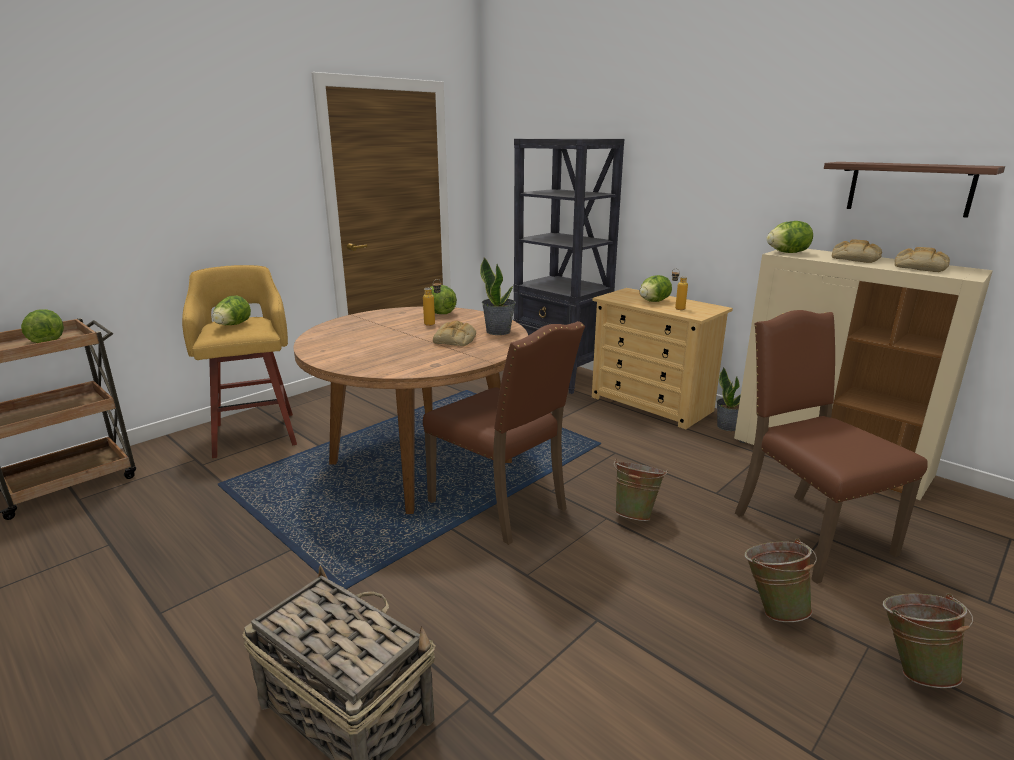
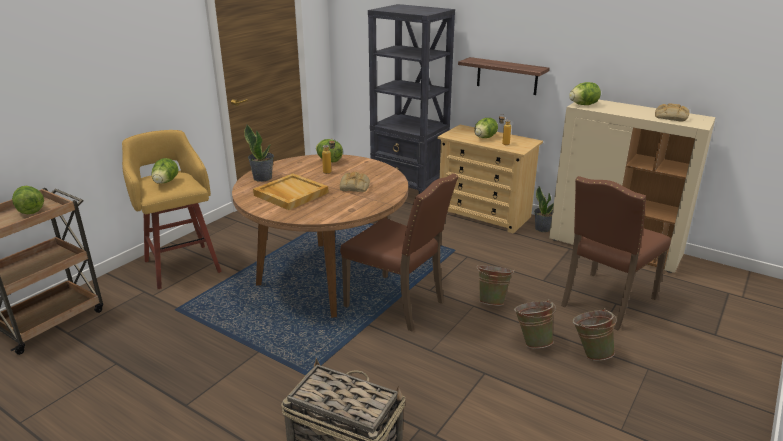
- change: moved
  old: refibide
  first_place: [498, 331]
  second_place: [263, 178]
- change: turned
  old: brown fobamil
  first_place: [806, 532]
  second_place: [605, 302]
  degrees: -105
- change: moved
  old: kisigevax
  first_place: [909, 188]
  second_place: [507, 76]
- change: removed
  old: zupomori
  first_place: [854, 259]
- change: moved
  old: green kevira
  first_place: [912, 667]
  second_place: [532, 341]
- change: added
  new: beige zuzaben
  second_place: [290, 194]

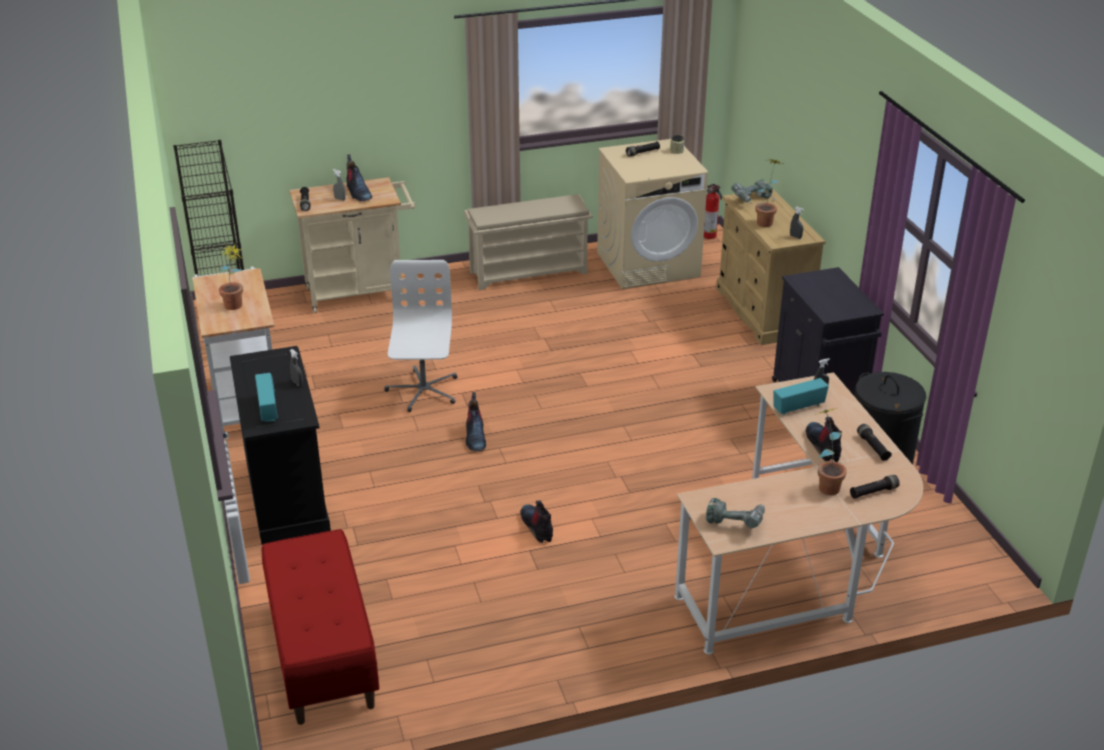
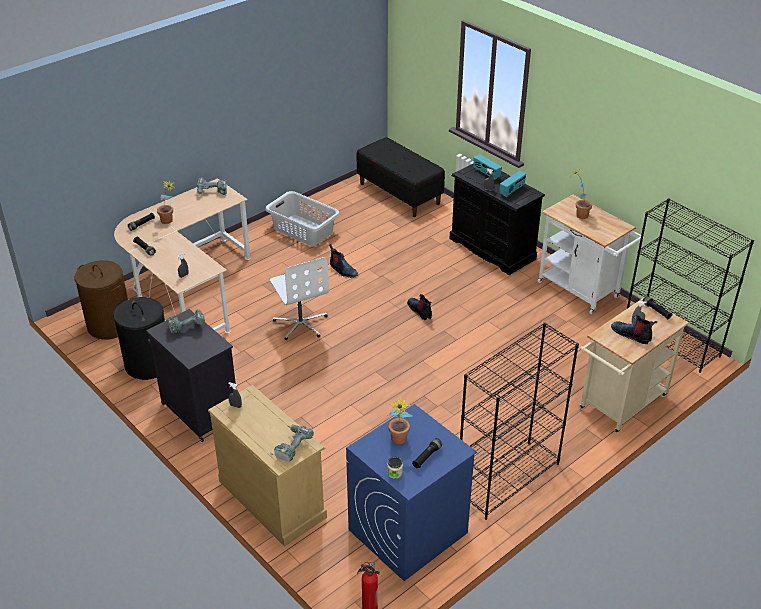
- change: recoloured
  old: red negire
  new: black negire
  first_place: [322, 654]
  second_place: [399, 194]
- change: moved
  old: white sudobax
  first_place: [423, 391]
  second_place: [301, 324]
- change: replaced
  old: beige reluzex
  new: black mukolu
  first_place: [529, 272]
  second_place: [508, 480]
- change: recoloured
  old: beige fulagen
  new: blue fulagen
  first_place: [648, 264]
  second_place: [407, 532]
- change: moved
  old: refibide
  first_place: [766, 221]
  second_place: [398, 442]
- change: moved
  old: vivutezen
  first_place: [798, 407]
  second_place: [512, 191]
- change: removed
  old: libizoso
  first_place: [824, 446]
- change: added
  new: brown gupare
  second_place: [109, 325]
- change: added
  new: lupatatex
  second_place: [187, 325]
- change: added
  new: grey gupare
  second_place: [303, 230]

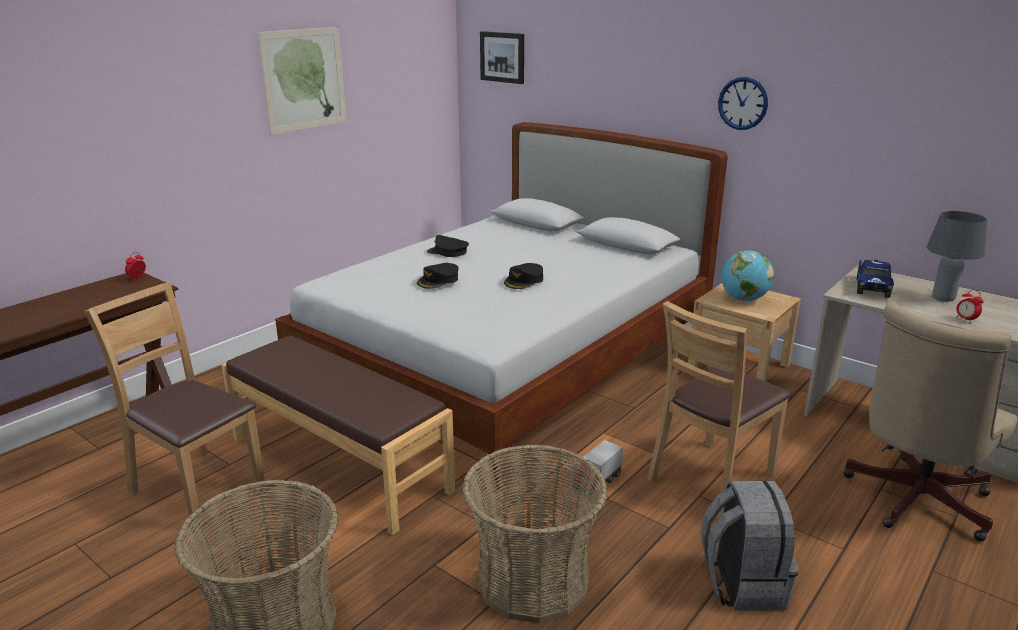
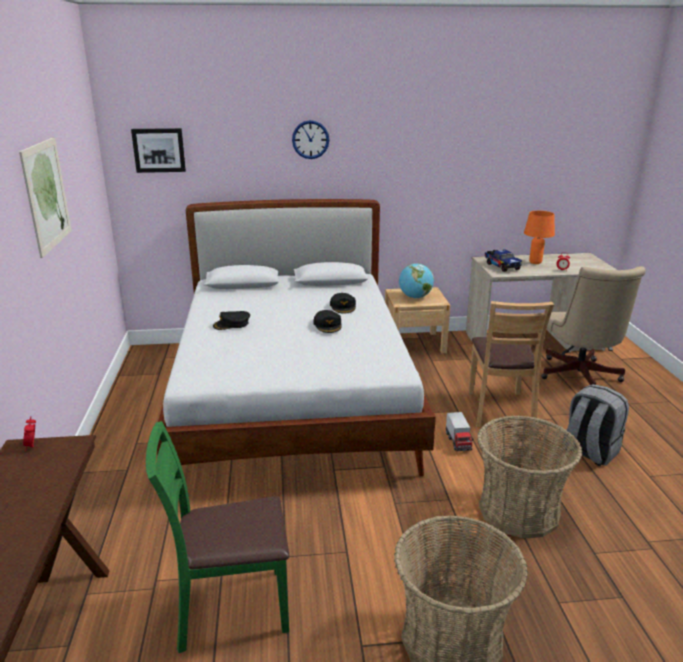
- change: recoloured
  old: brown fobamil
  new: green fobamil
  first_place: [197, 488]
  second_place: [230, 607]
- change: removed
  old: brown negire
  first_place: [340, 463]
- change: moved
  old: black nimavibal
  first_place: [438, 280]
  second_place: [343, 306]
- change: moved
  old: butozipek
  first_place: [743, 103]
  second_place: [310, 139]
- change: recoloured
  old: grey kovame
  new: orange kovame
  first_place: [944, 298]
  second_place: [535, 262]

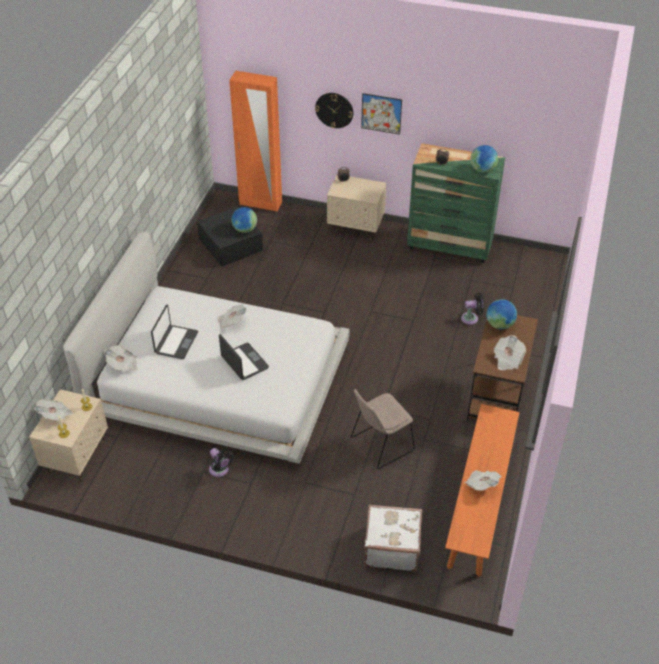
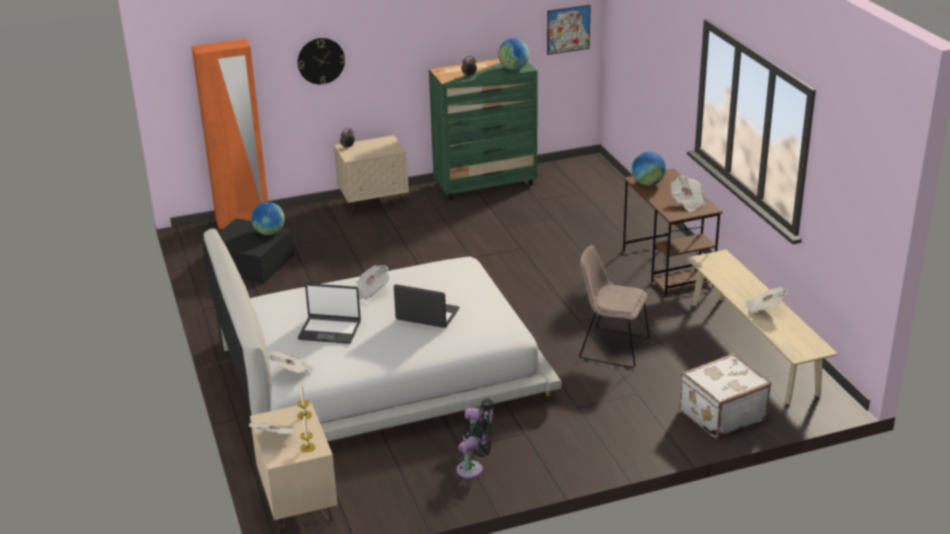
- change: turned
  old: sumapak
  first_place: [176, 342]
  second_place: [330, 330]
  degrees: 120
- change: turned
  old: beige fobamil
  first_place: [380, 445]
  second_place: [611, 347]
  degrees: 90
- change: moved
  old: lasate
  first_place: [381, 113]
  second_place: [568, 29]
- change: recoloured
  old: orange negire
  new: beige negire
  first_place: [479, 503]
  second_place: [753, 347]
- change: moved
  old: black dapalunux
  first_place: [471, 318]
  second_place: [472, 468]

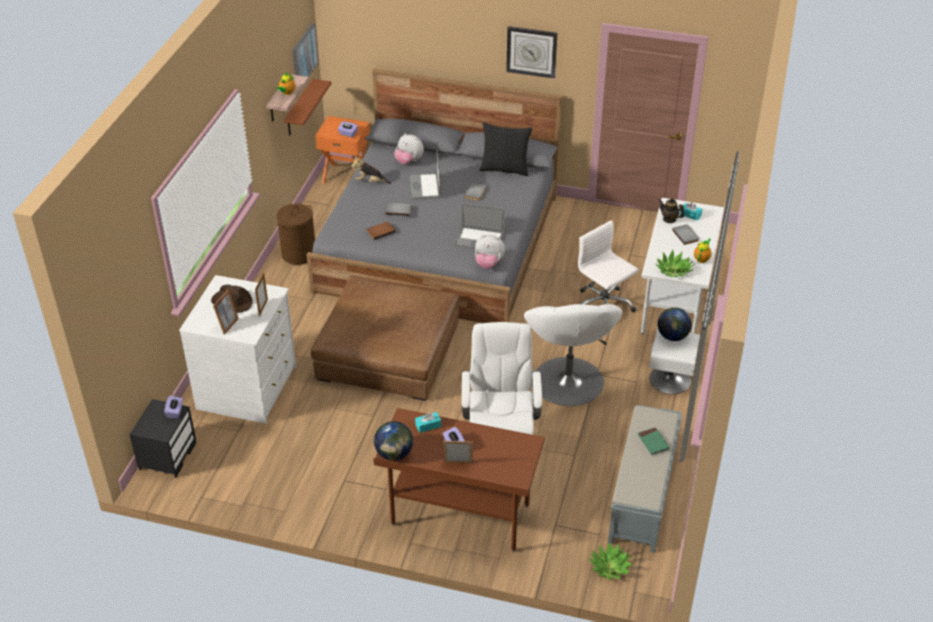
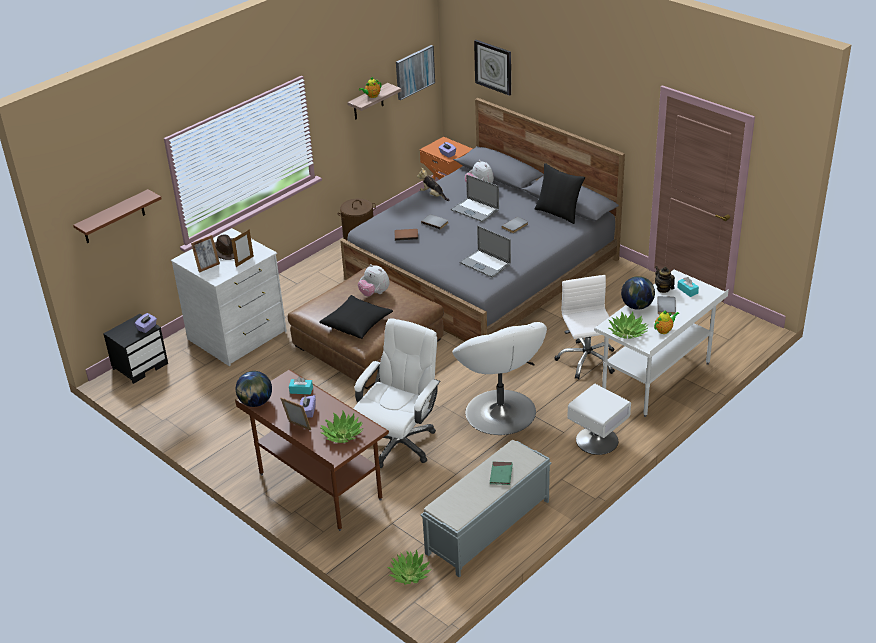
- change: moved
  old: brown kisigevax
  first_place: [299, 108]
  second_place: [113, 217]
- change: turned
  old: sumapak
  first_place: [424, 186]
  second_place: [475, 210]
  degrees: -75
- change: moved
  old: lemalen
  first_place: [488, 263]
  second_place: [374, 293]
- change: moved
  old: butozipek
  first_place: [531, 51]
  second_place: [493, 67]
- change: turned
  old: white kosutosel
  first_place: [567, 382]
  second_place: [500, 413]
  degrees: -45
- change: moved
  old: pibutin
  first_place: [673, 336]
  second_place: [637, 306]
- change: added
  new: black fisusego
  second_place: [356, 323]
- change: added
  new: refibide
  second_place: [342, 435]

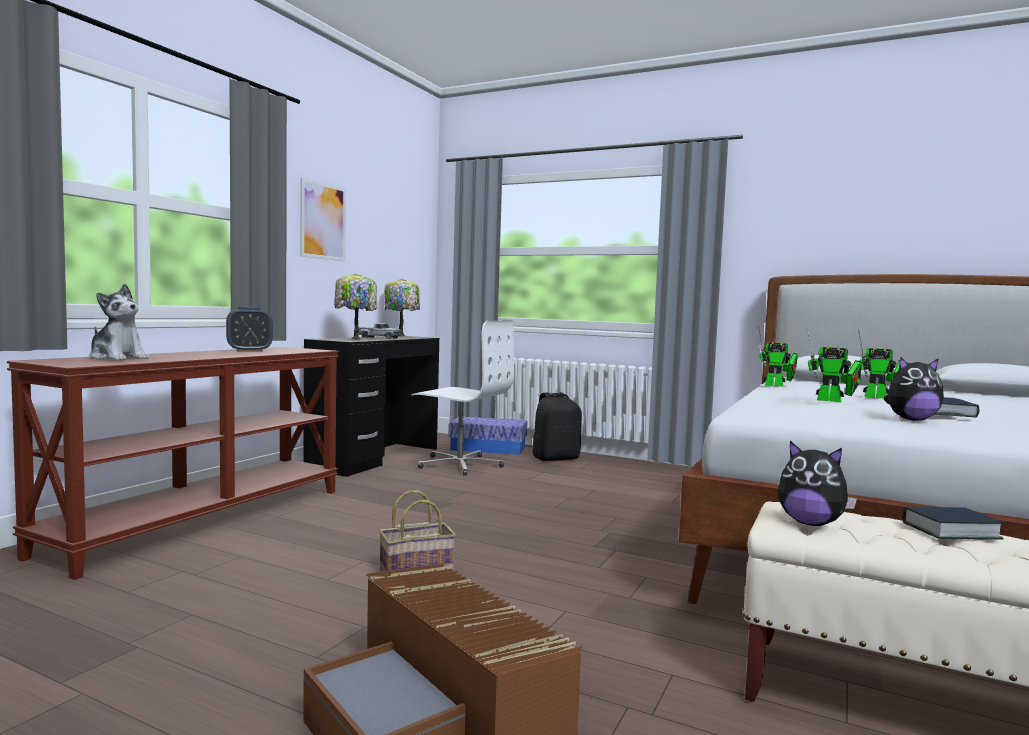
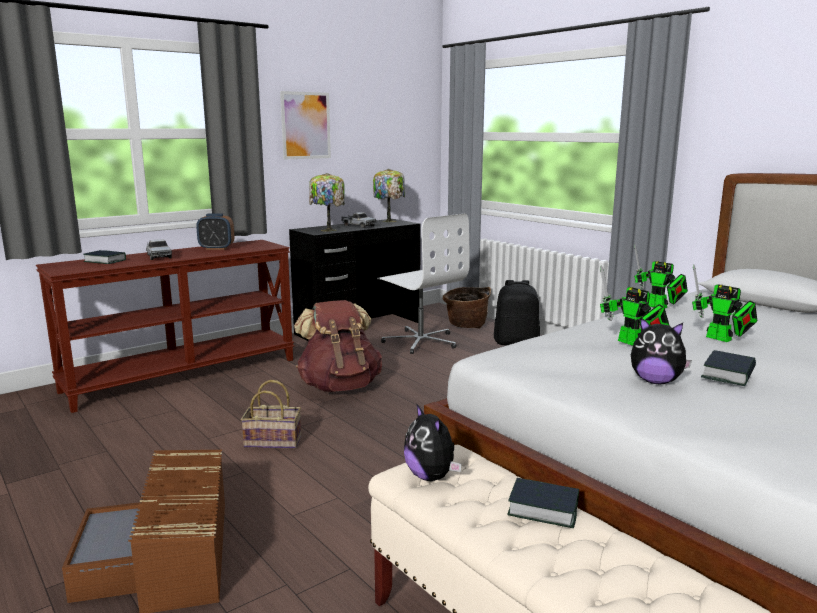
- change: replaced
  old: lemalen
  new: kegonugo
  first_place: [118, 358]
  second_place: [105, 261]
- change: replaced
  old: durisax
  new: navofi
  first_place: [488, 448]
  second_place: [466, 326]
- change: added
  new: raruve
  second_place: [158, 256]
- change: added
  new: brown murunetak
  second_place: [339, 386]

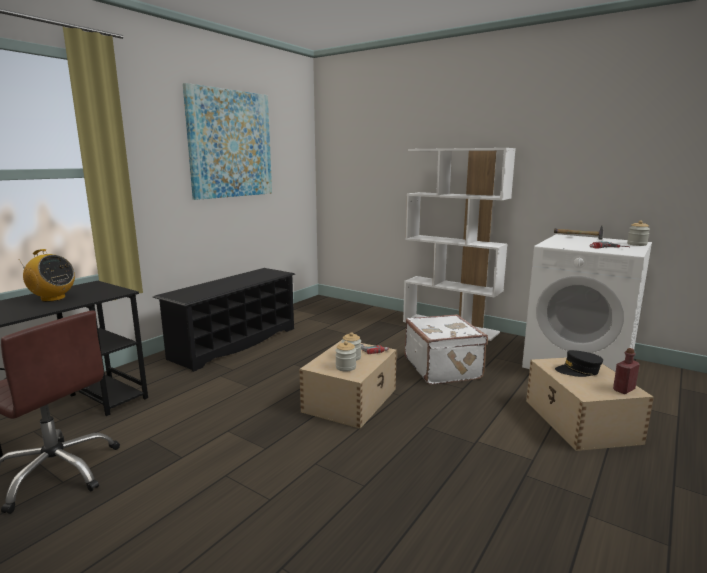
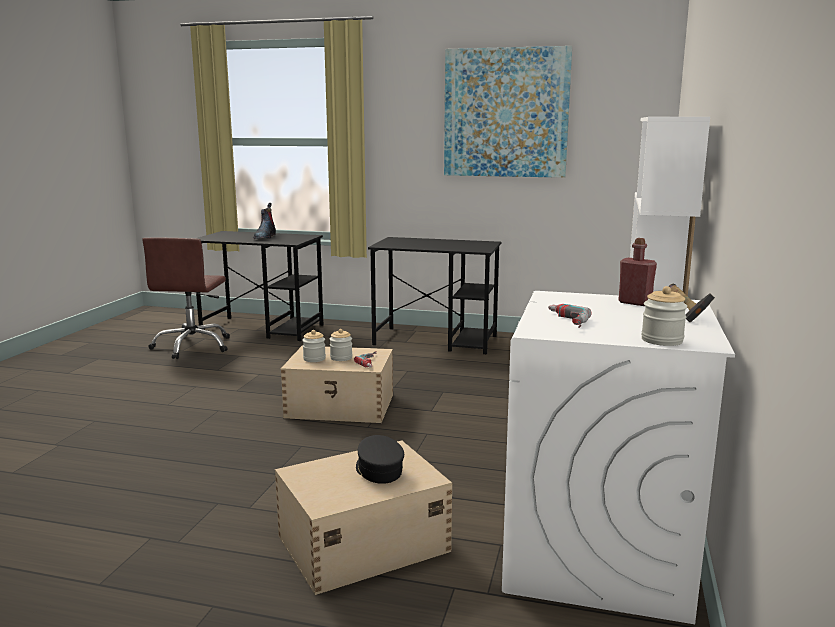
- change: replaced
  old: vivutezen
  new: libizoso
  first_place: [52, 298]
  second_place: [265, 237]
- change: replaced
  old: black reluzex
  new: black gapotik
  first_place: [234, 343]
  second_place: [436, 340]
- change: removed
  old: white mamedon
  first_place: [443, 368]
- change: moved
  old: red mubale
  first_place: [623, 390]
  second_place: [635, 303]

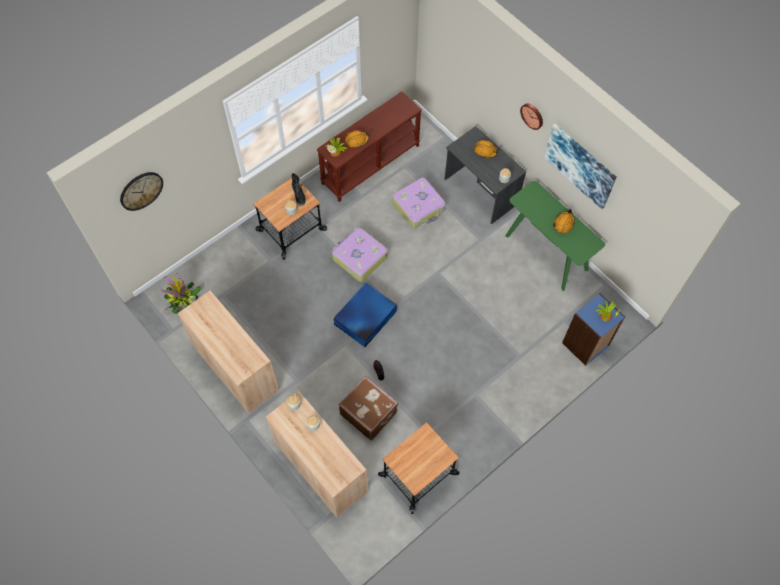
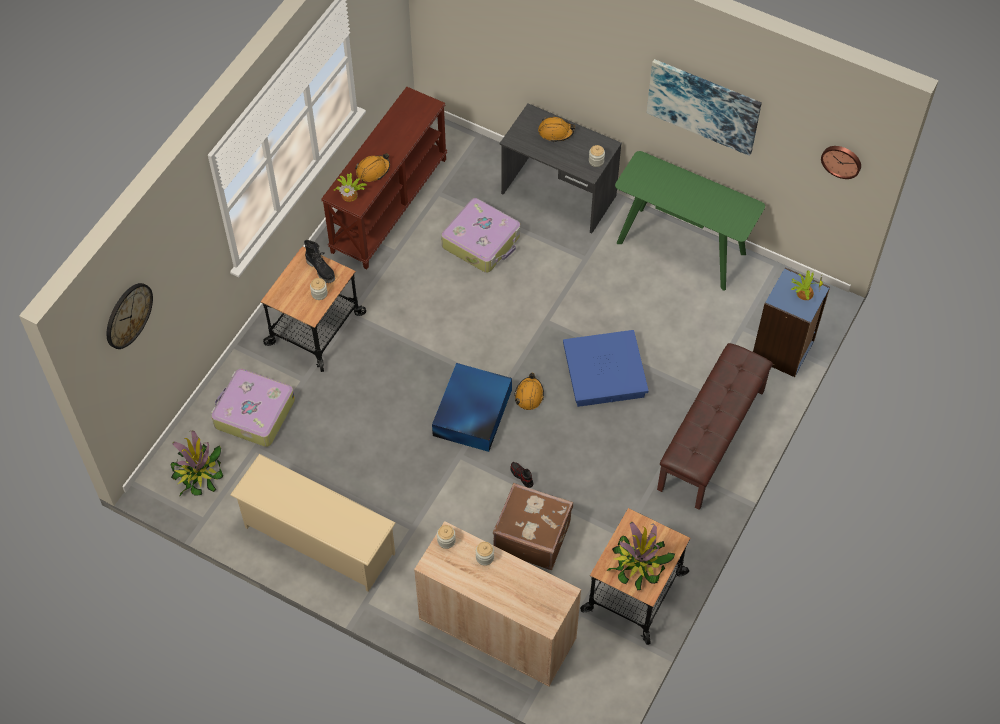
- change: replaced
  old: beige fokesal
  new: beige reluzex
  first_place: [236, 368]
  second_place: [318, 540]
- change: moved
  old: mamedon
  first_place: [359, 258]
  second_place: [253, 413]
- change: moved
  old: butozipek
  first_place: [532, 115]
  second_place: [842, 160]
- change: moved
  old: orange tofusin
  first_place: [563, 223]
  second_place: [529, 395]
- change: added
  new: blue durisax
  second_place: [605, 373]
- change: added
  new: refibide
  second_place: [638, 564]
- change: added
  new: brown negire
  second_place: [712, 440]

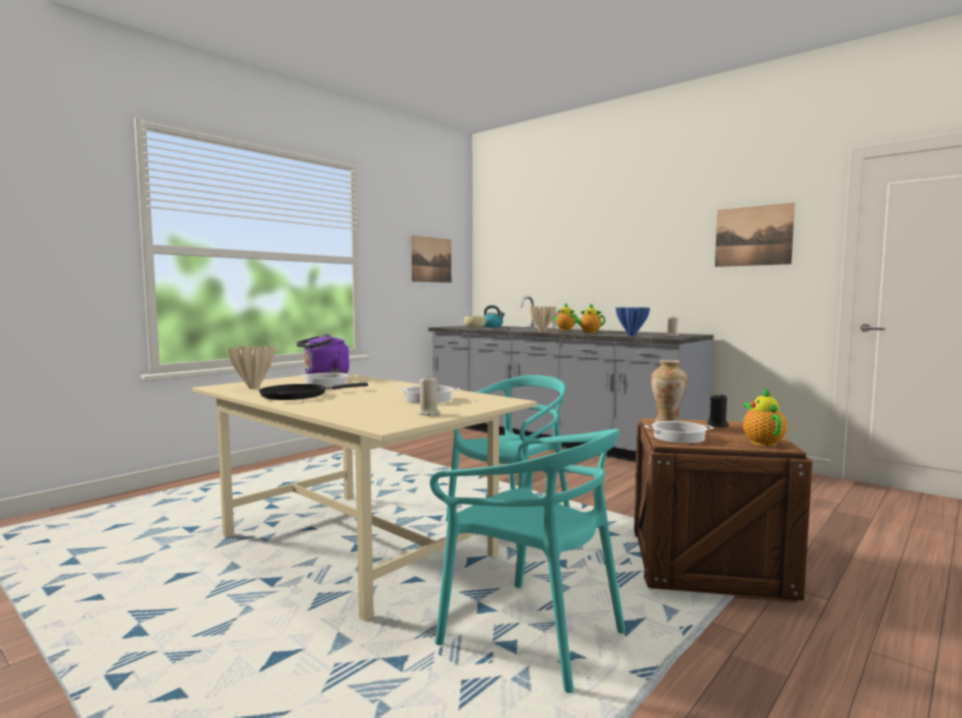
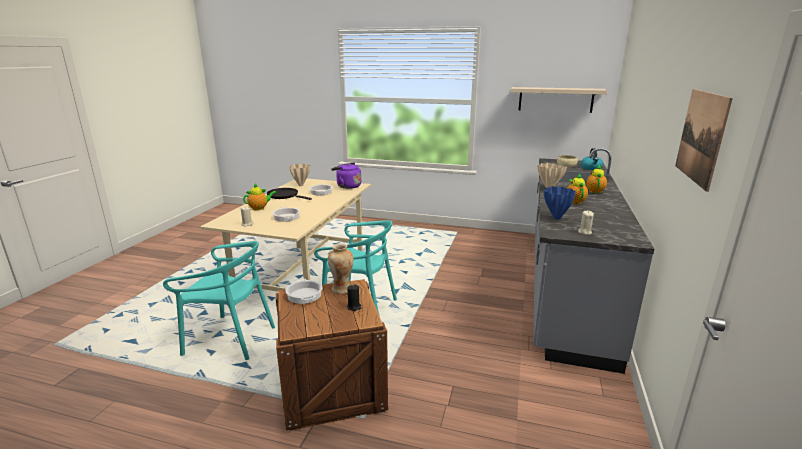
- change: replaced
  old: lasate
  new: beige kisigevax
  first_place: [431, 259]
  second_place: [555, 99]
- change: turned
  old: turquoise fobamil
  first_place: [532, 634]
  second_place: [230, 339]
  degrees: -90
- change: moved
  old: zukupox
  first_place: [762, 442]
  second_place: [260, 208]

